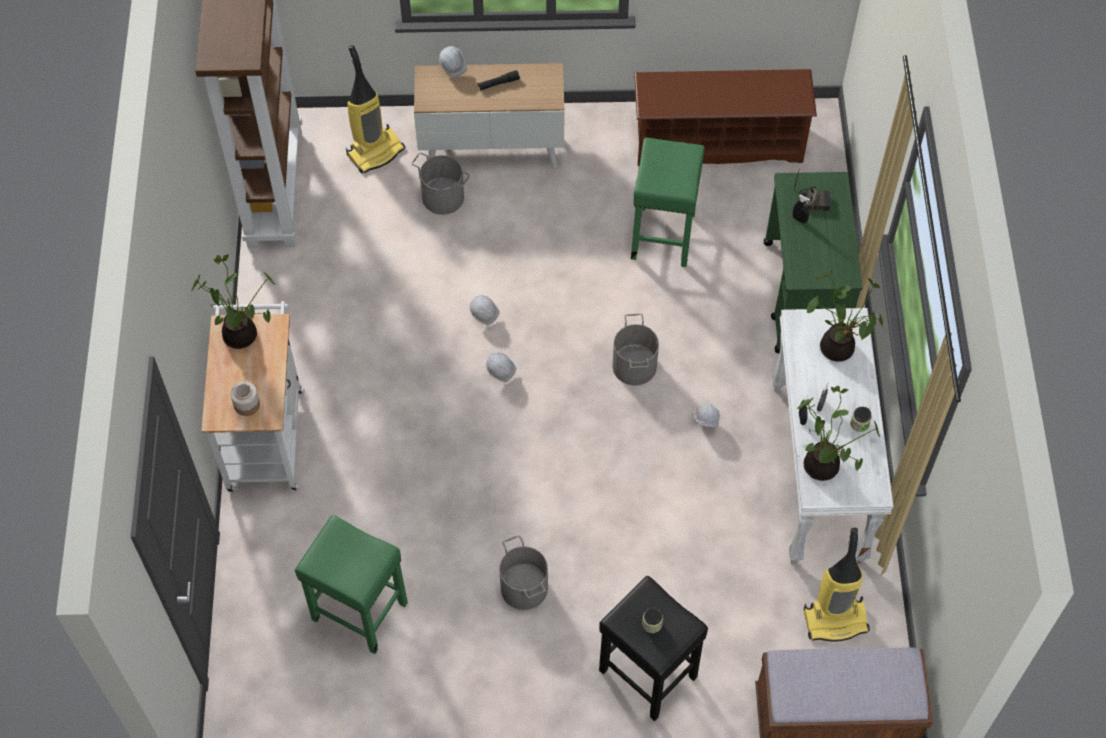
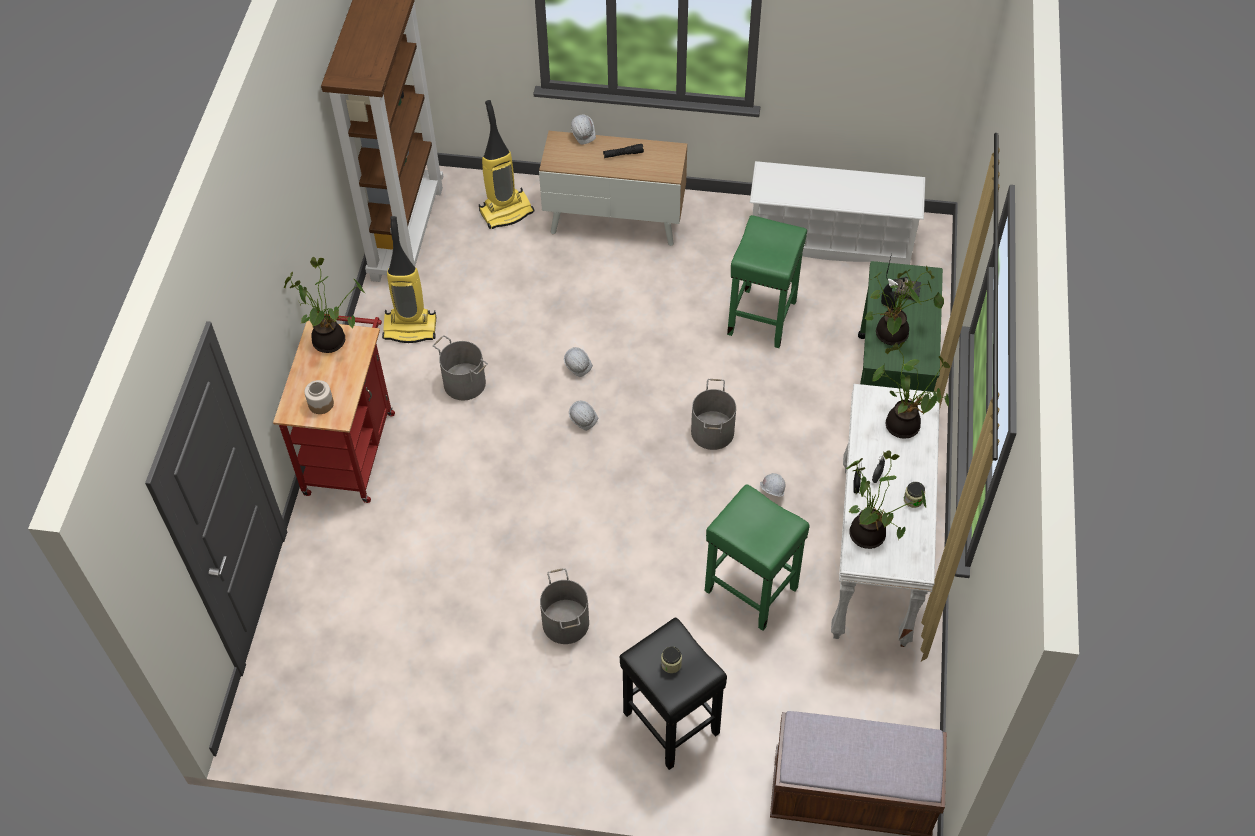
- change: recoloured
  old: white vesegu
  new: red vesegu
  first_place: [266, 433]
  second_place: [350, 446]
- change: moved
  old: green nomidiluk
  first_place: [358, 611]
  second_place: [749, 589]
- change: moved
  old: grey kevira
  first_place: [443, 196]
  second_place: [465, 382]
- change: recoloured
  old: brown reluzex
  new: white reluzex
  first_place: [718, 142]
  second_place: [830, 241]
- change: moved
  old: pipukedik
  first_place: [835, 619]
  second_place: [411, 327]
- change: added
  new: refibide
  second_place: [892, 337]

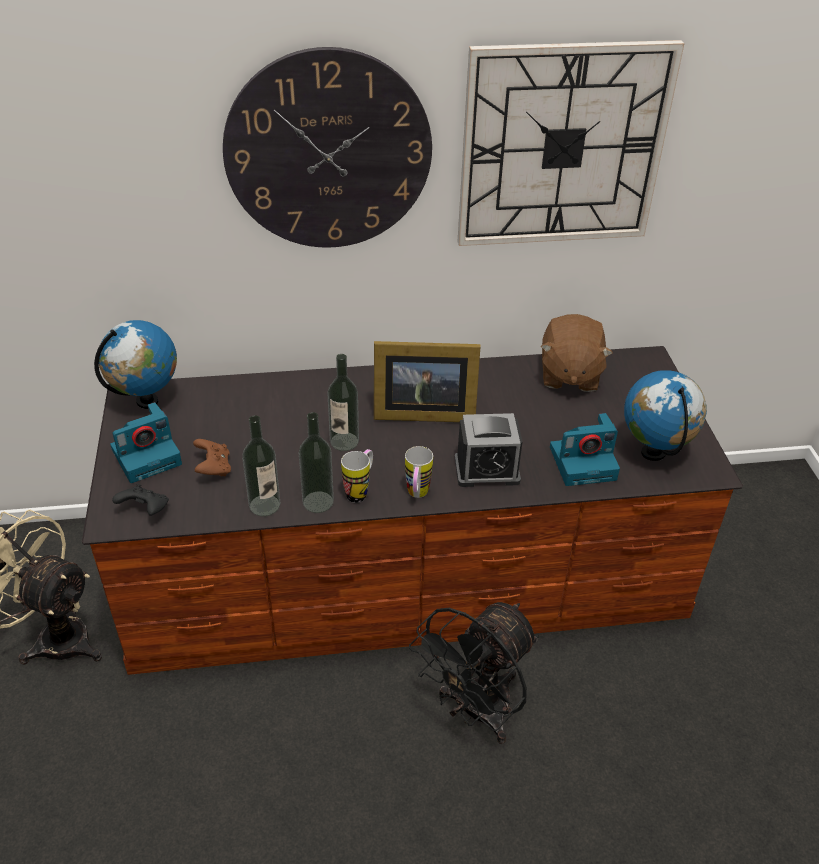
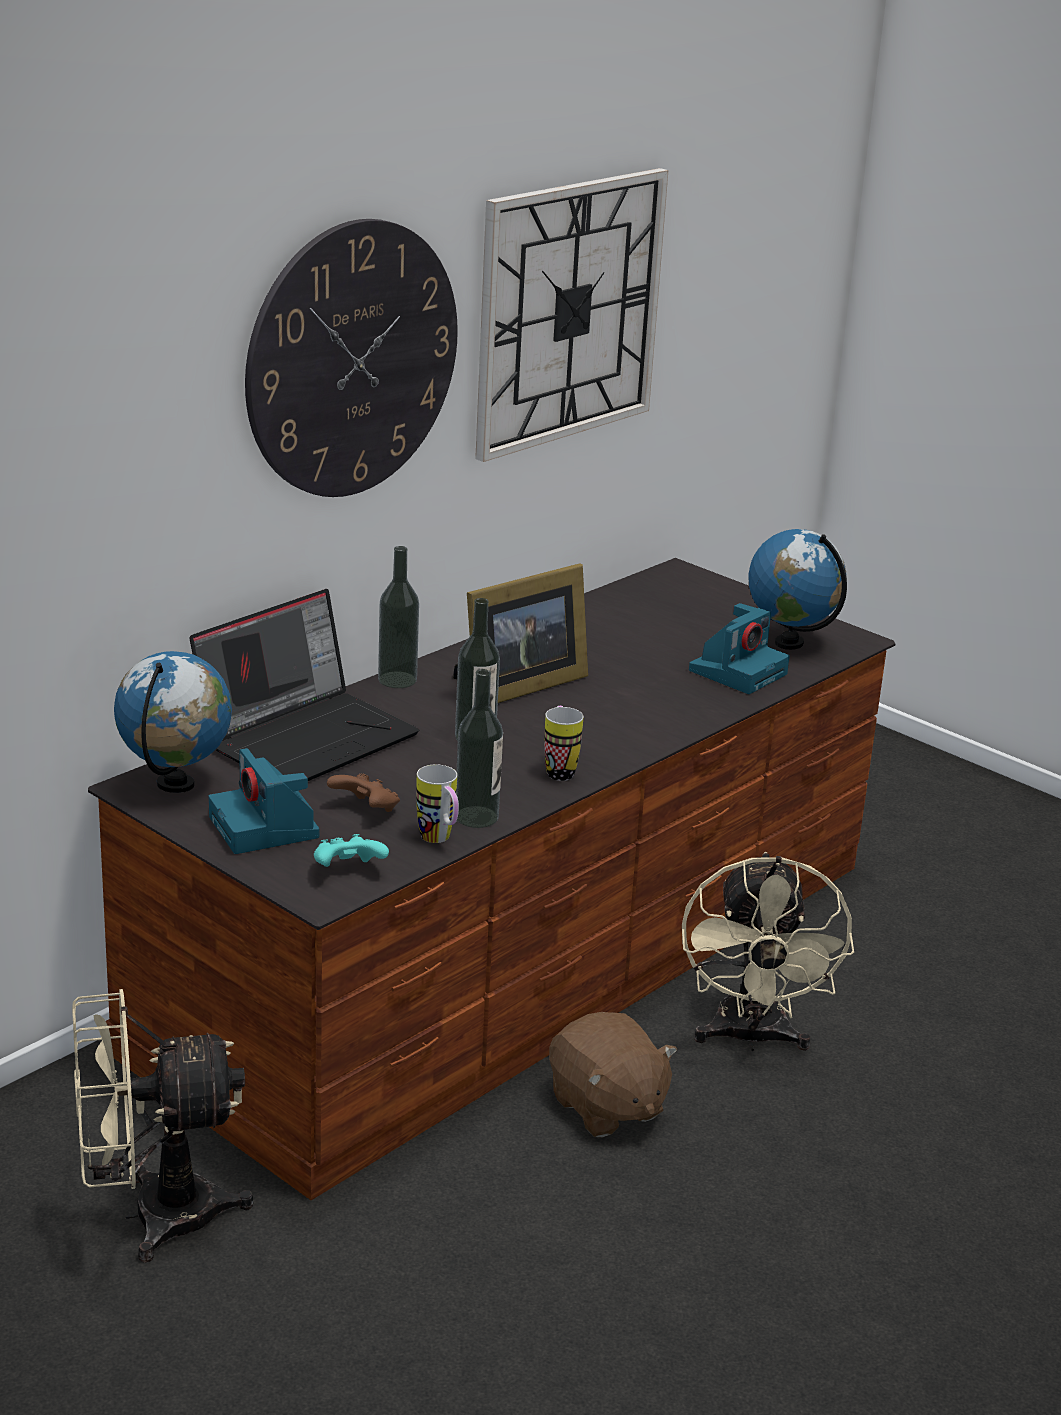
- change: turned
  old: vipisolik
  first_place: [148, 455]
  second_place: [265, 828]
  degrees: 135
- change: recoloured
  old: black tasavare
  new: turquoise tasavare
  first_place: [145, 510]
  second_place: [348, 871]
- change: moved
  old: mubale
  first_place: [318, 502]
  second_place: [397, 680]
- change: moved
  old: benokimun
  first_place: [416, 495]
  second_place: [439, 840]
- change: recoloured
  old: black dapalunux
  new: beige dapalunux
  first_place: [475, 713]
  second_place: [751, 1038]
- change: removed
  old: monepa
  first_place: [487, 470]
- change: moved
  old: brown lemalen
  first_place: [569, 375]
  second_place: [606, 1107]
- change: added
  new: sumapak
  second_place: [307, 736]

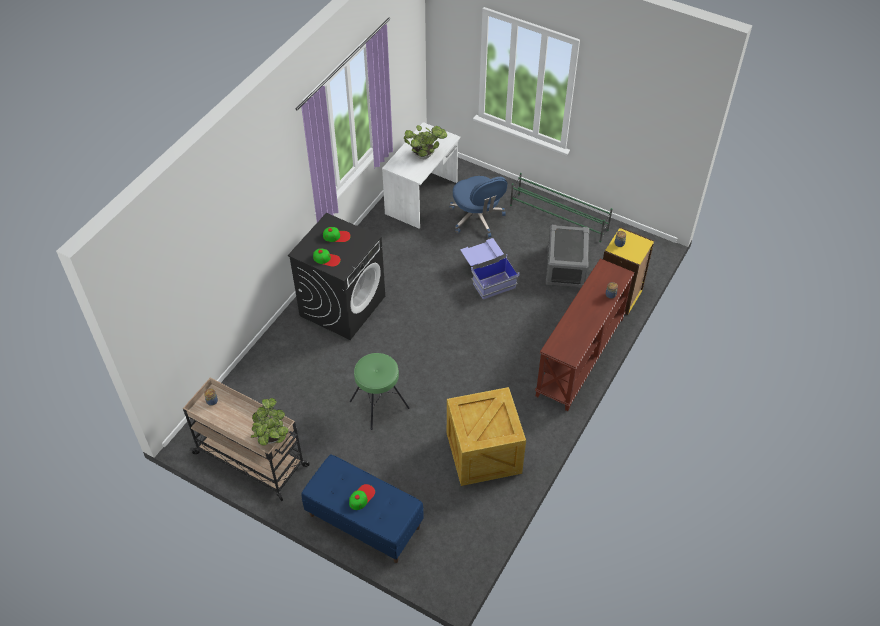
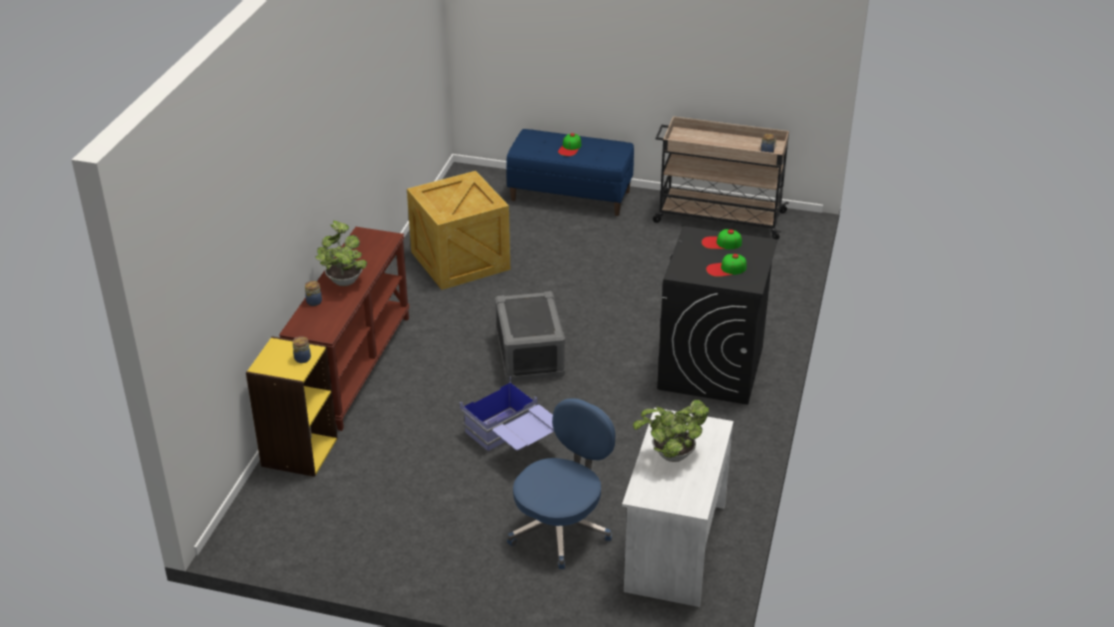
- change: moved
  old: refibide
  first_place: [271, 438]
  second_place: [344, 279]
- change: removed
  old: green nomidiluk
  first_place: [379, 404]
- change: turned
  old: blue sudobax
  first_place: [477, 219]
  second_place: [561, 528]
  degrees: 75
- change: removed
  old: green reluzex
  first_place: [559, 218]
- change: moved
  old: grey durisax
  first_place: [566, 267]
  second_place: [529, 355]

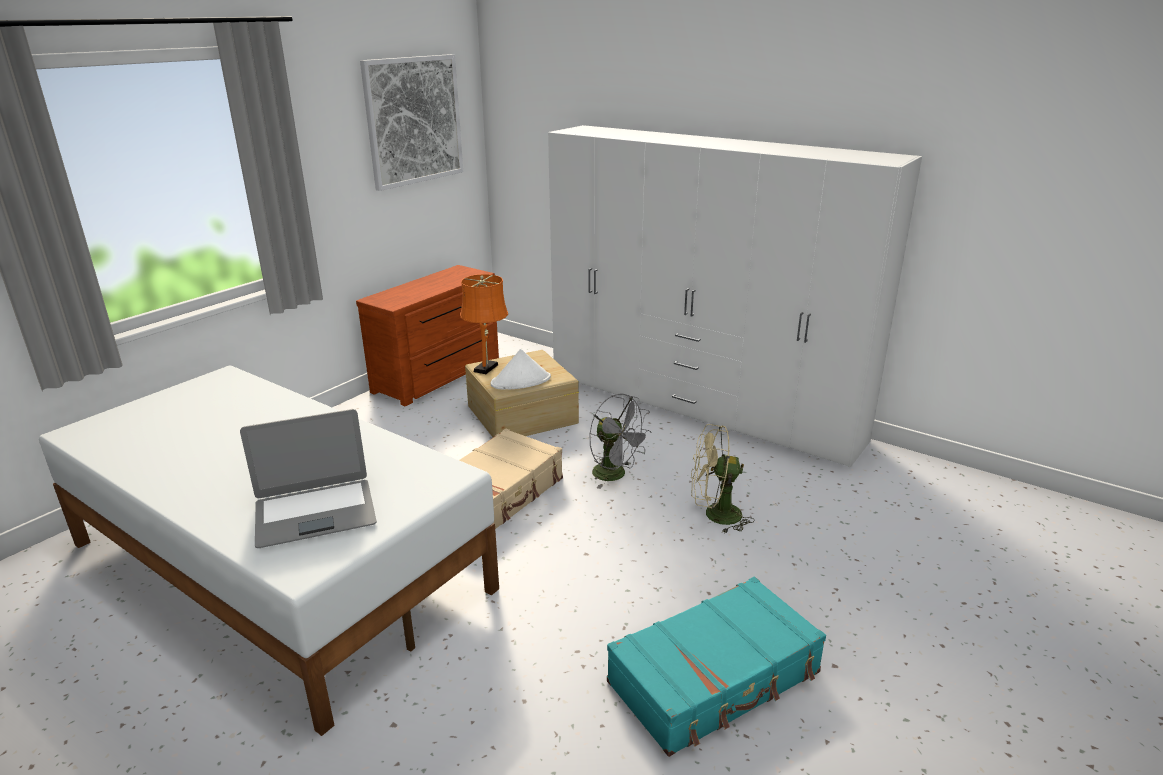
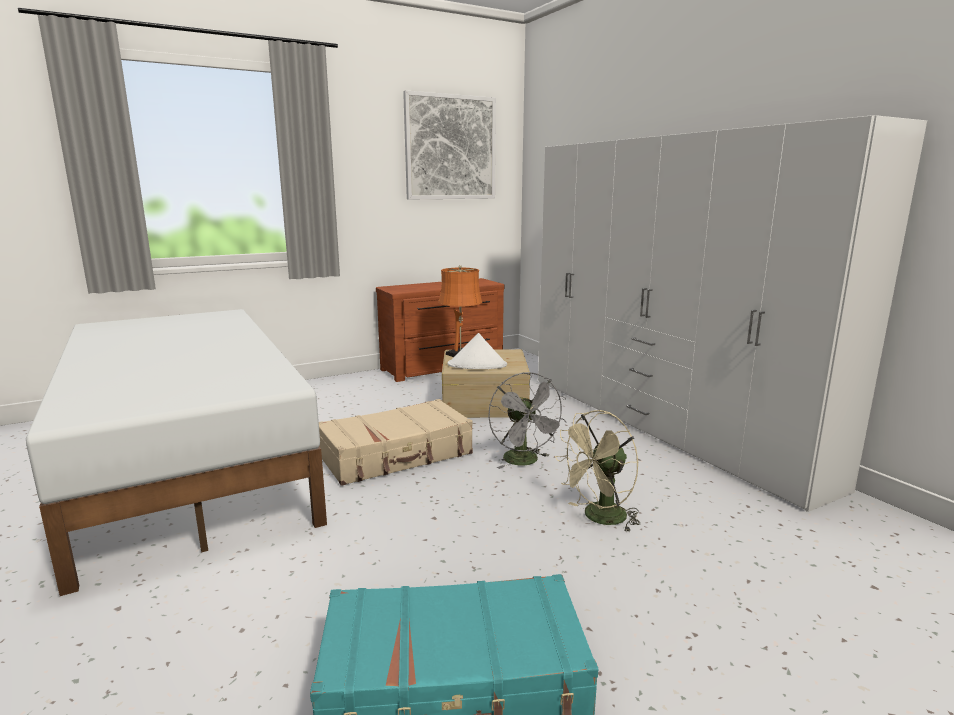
- change: removed
  old: sumapak
  first_place: [315, 513]
- change: turned
  old: beige dapalunux
  first_place: [715, 515]
  second_place: [599, 518]
  degrees: -60

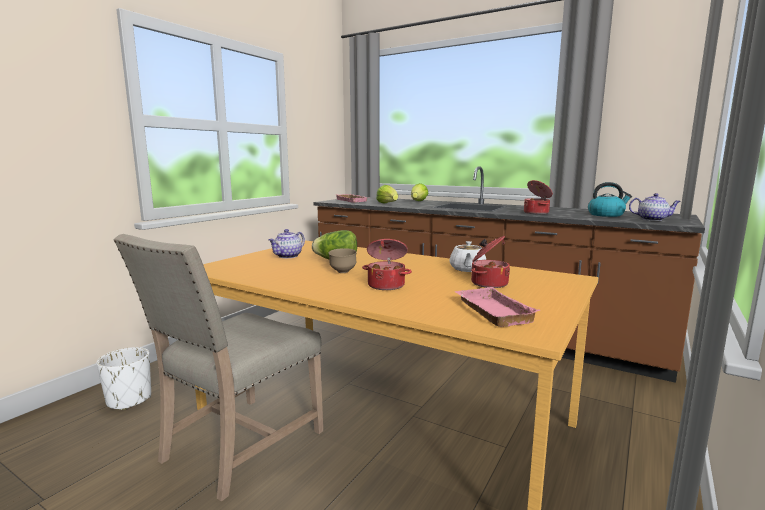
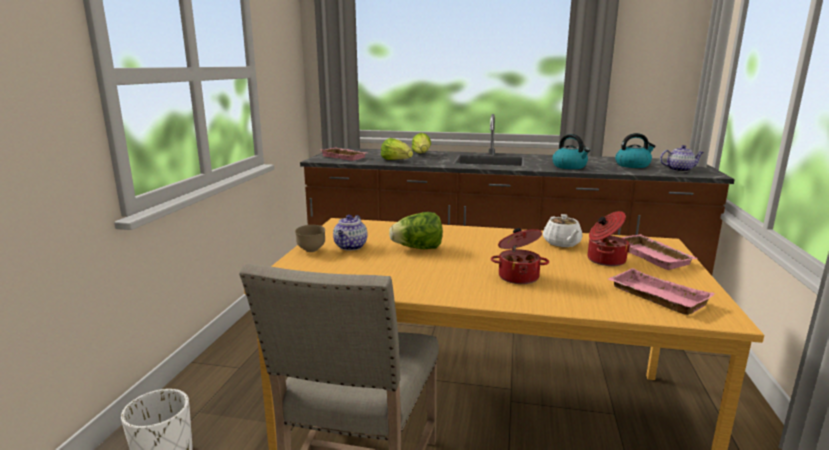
- change: moved
  old: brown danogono
  first_place: [343, 272]
  second_place: [311, 251]
- change: replaced
  old: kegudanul
  new: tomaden
  first_place: [537, 213]
  second_place: [570, 166]
- change: added
  new: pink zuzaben
  second_place: [655, 256]

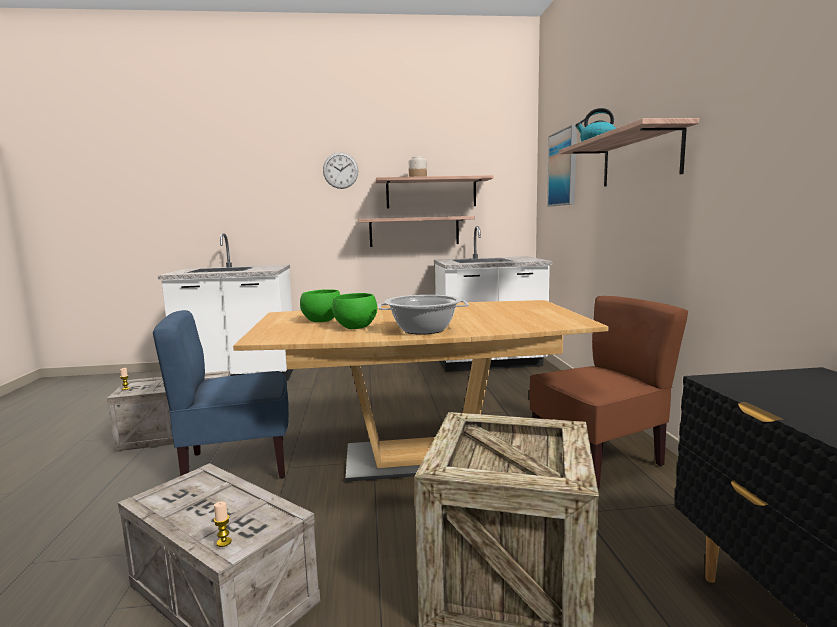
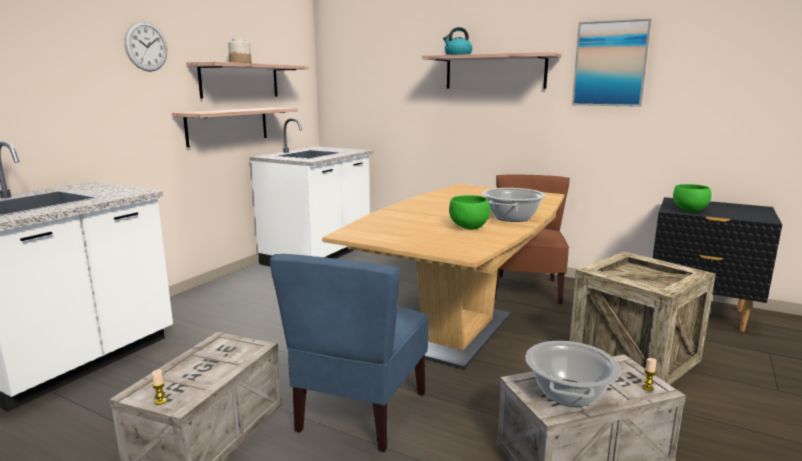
- change: moved
  old: green danogono
  first_place: [321, 321]
  second_place: [689, 210]
- change: moved
  old: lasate
  first_place: [563, 168]
  second_place: [610, 64]
- change: added
  new: kegudanul
  second_place: [568, 393]

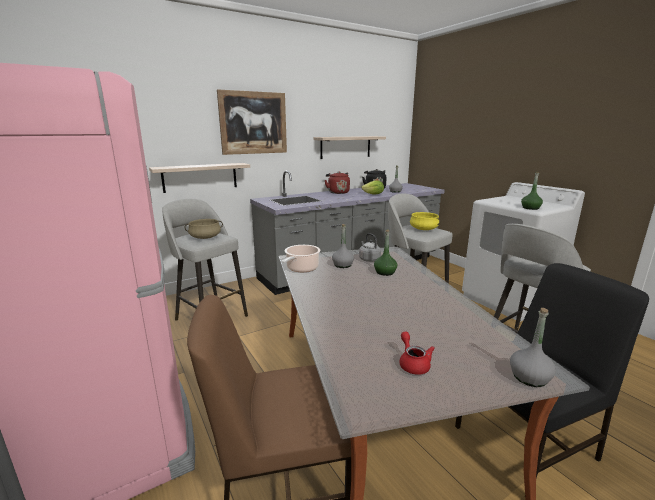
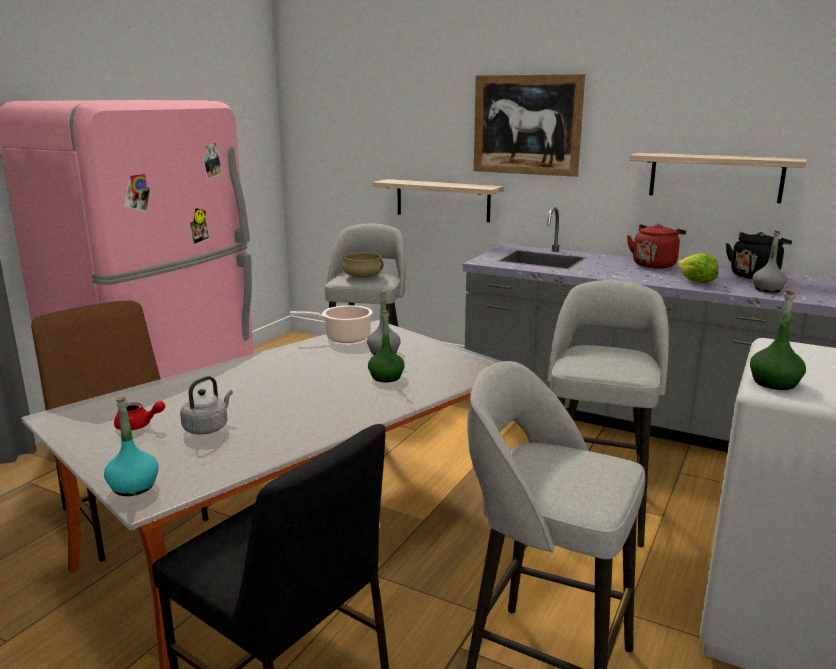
- change: moved
  old: grey tomaden
  first_place: [368, 259]
  second_place: [207, 427]
- change: turned
  old: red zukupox
  first_place: [413, 363]
  second_place: [138, 426]
  degrees: 45
- change: removed
  old: yellow kegudanul
  first_place: [424, 229]
- change: recoloured
  old: grey mubale
  new: turquoise mubale
  first_place: [529, 377]
  second_place: [133, 486]

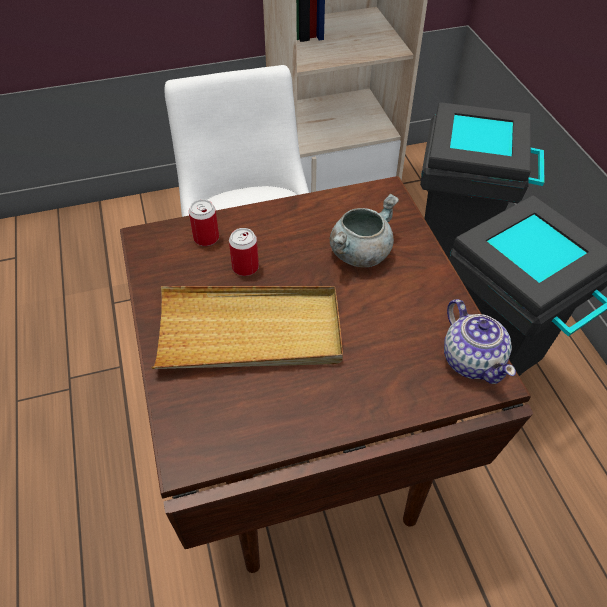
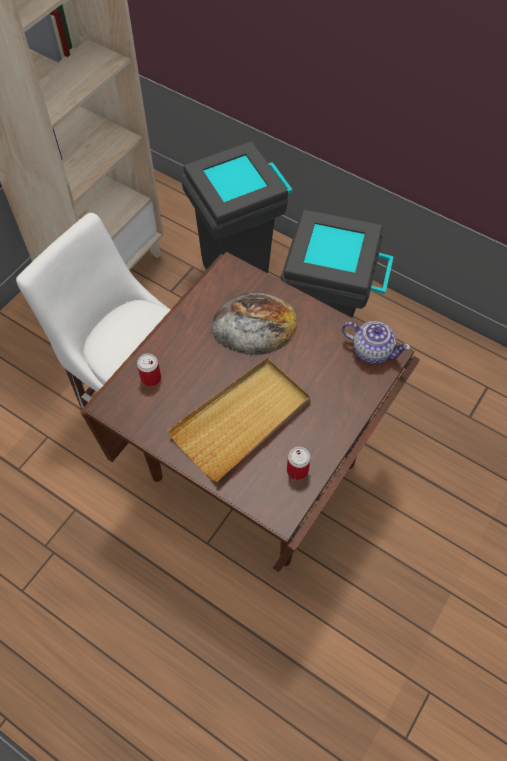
- change: moved
  old: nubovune
  first_place: [245, 267]
  second_place: [297, 470]
- change: replaced
  old: grey kegudanul
  new: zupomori
  first_place: [360, 252]
  second_place: [254, 324]

